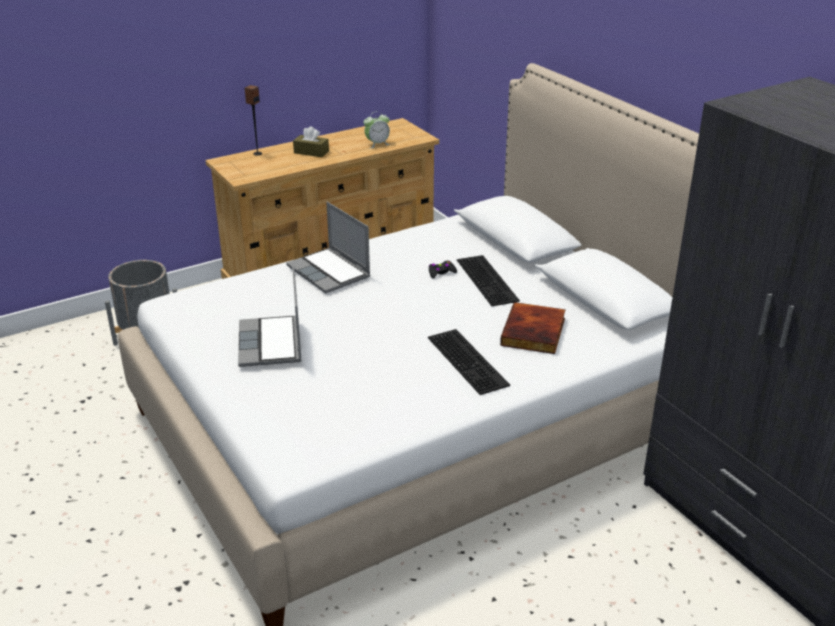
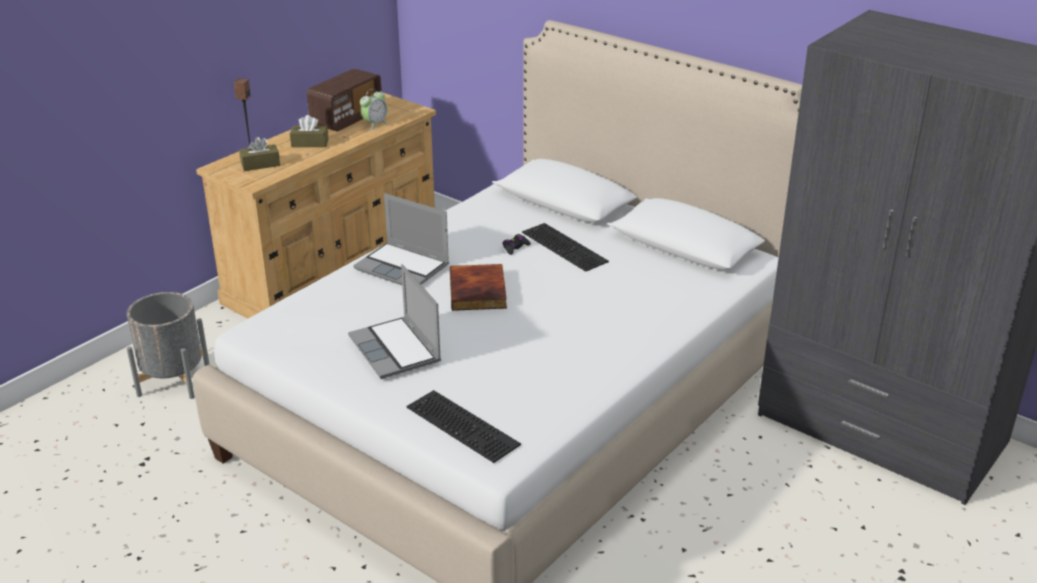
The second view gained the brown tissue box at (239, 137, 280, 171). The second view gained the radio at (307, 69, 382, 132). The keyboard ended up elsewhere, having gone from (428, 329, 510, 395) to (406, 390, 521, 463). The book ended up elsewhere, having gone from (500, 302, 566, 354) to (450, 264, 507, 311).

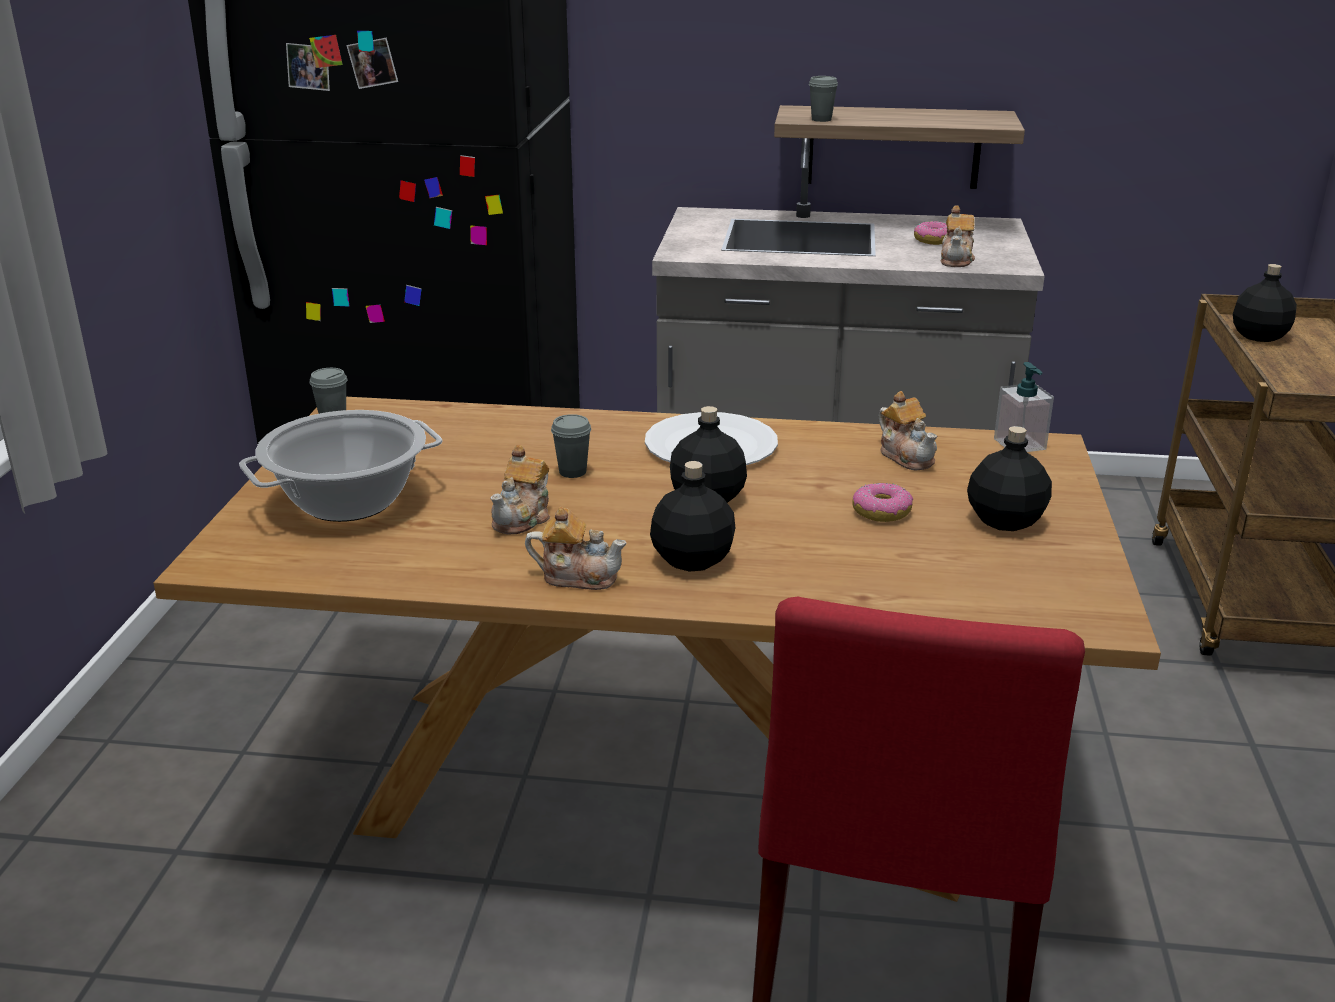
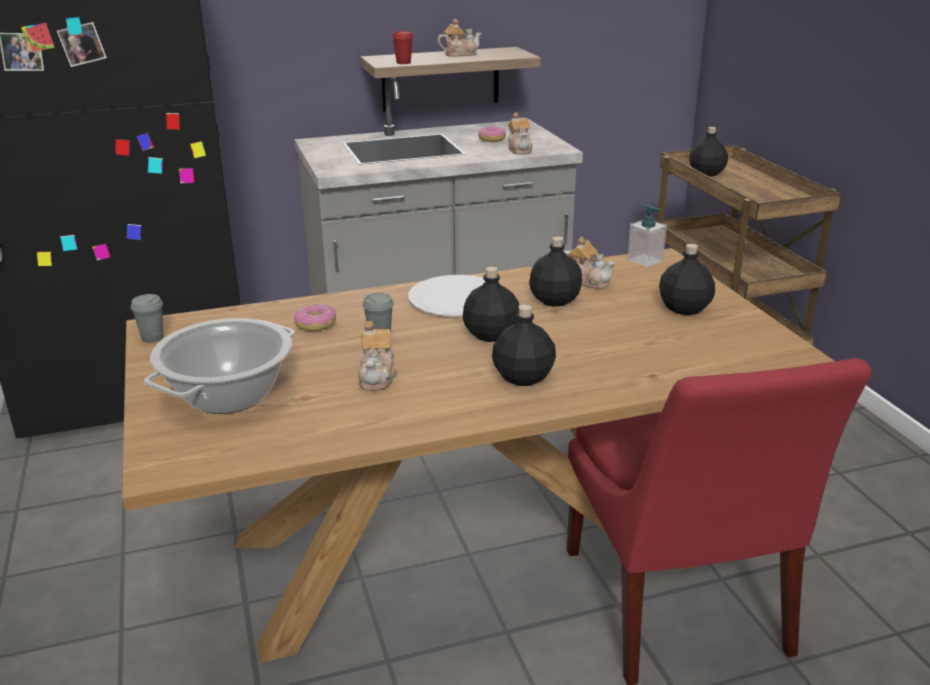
The donut ended up elsewhere, having gone from (853, 483, 913, 522) to (294, 304, 336, 331). What was the grey cup at (809, 76, 838, 122) turned into the red cup at (392, 31, 413, 64). The teapot ended up elsewhere, having gone from (525, 507, 627, 590) to (437, 19, 482, 57). The second view gained the black bottle at (529, 236, 582, 307).

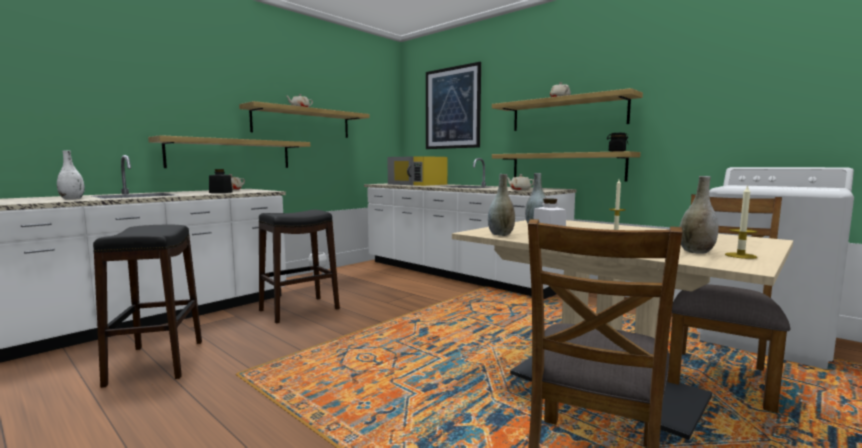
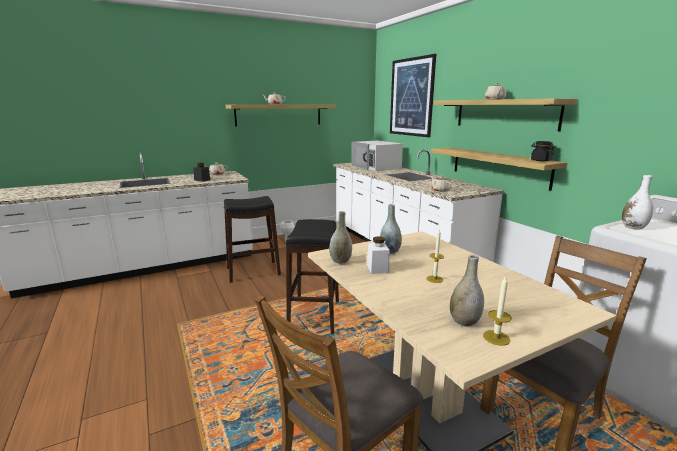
The black stool ended up elsewhere, having gone from (93, 225, 202, 388) to (286, 219, 339, 334). What was the yellow microwave at (387, 156, 448, 186) turned into the white microwave at (351, 140, 403, 171). The white vase ended up elsewhere, having gone from (57, 150, 85, 200) to (622, 175, 653, 230). The second view lost the shelf at (148, 135, 310, 168).

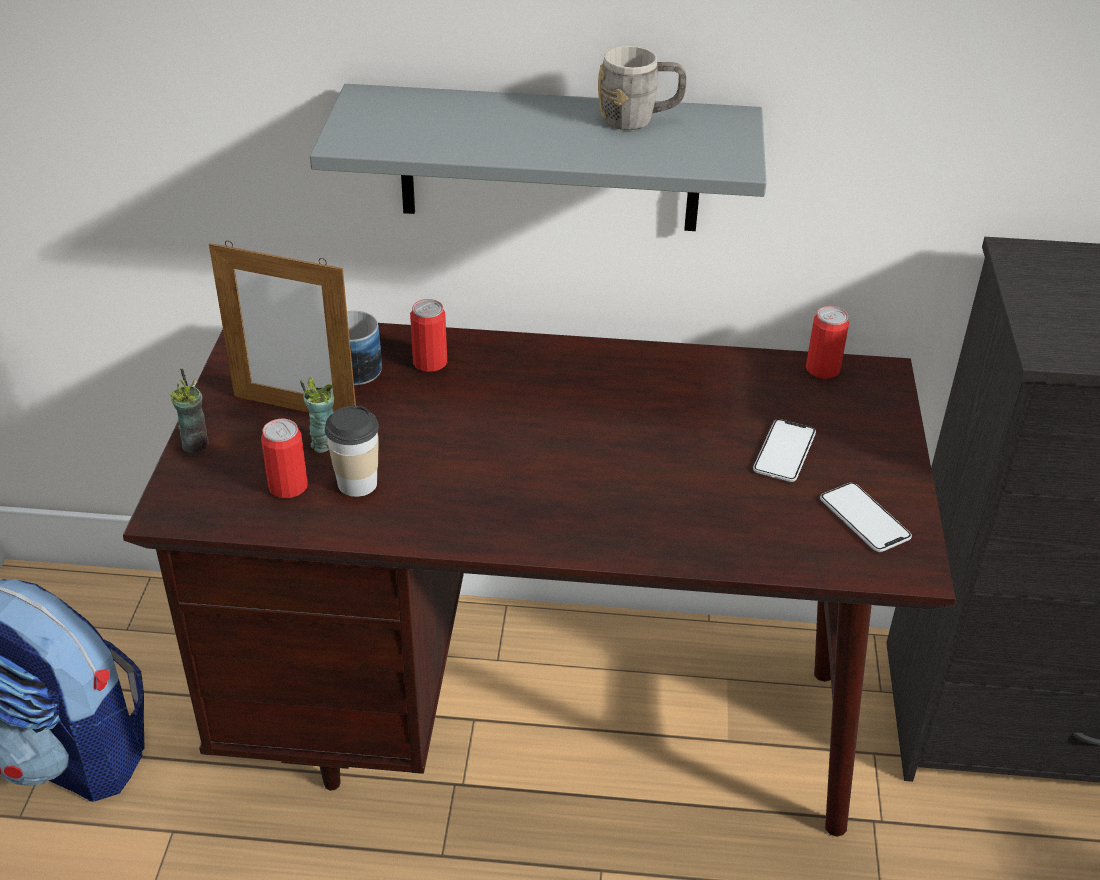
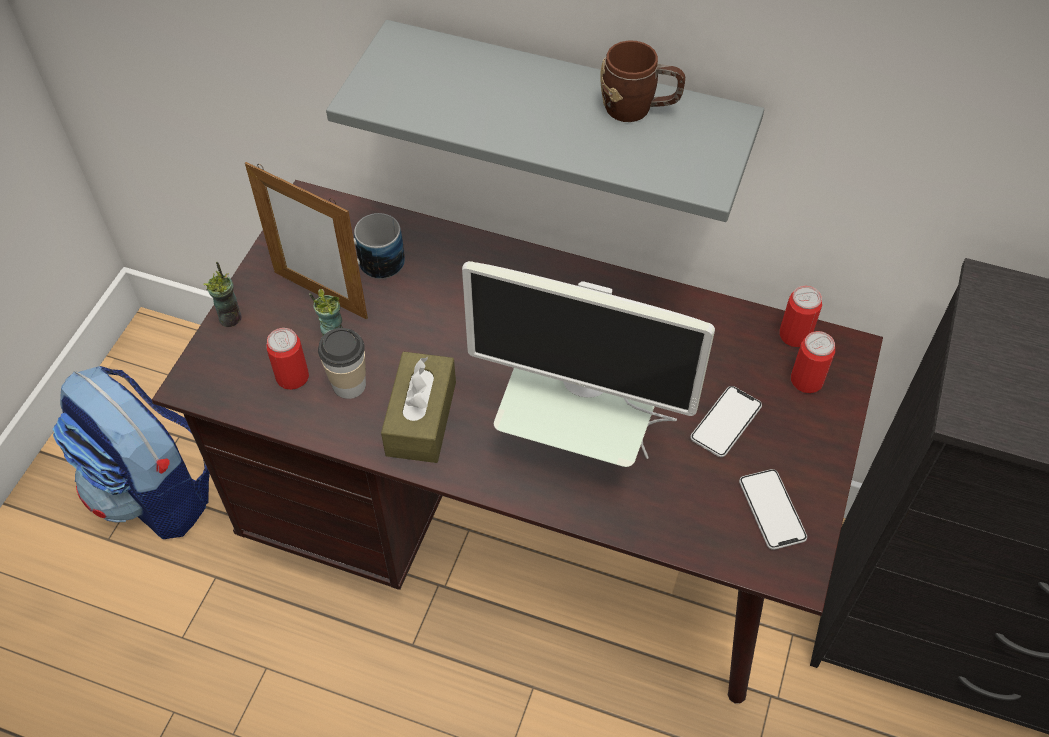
The second view gained the brown tissue box at (381, 352, 456, 463). The second view gained the monitor at (462, 261, 715, 467). What was the grey mug at (598, 46, 687, 130) turned into the brown mug at (600, 40, 685, 122). The can ended up elsewhere, having gone from (410, 299, 447, 372) to (791, 331, 835, 393).

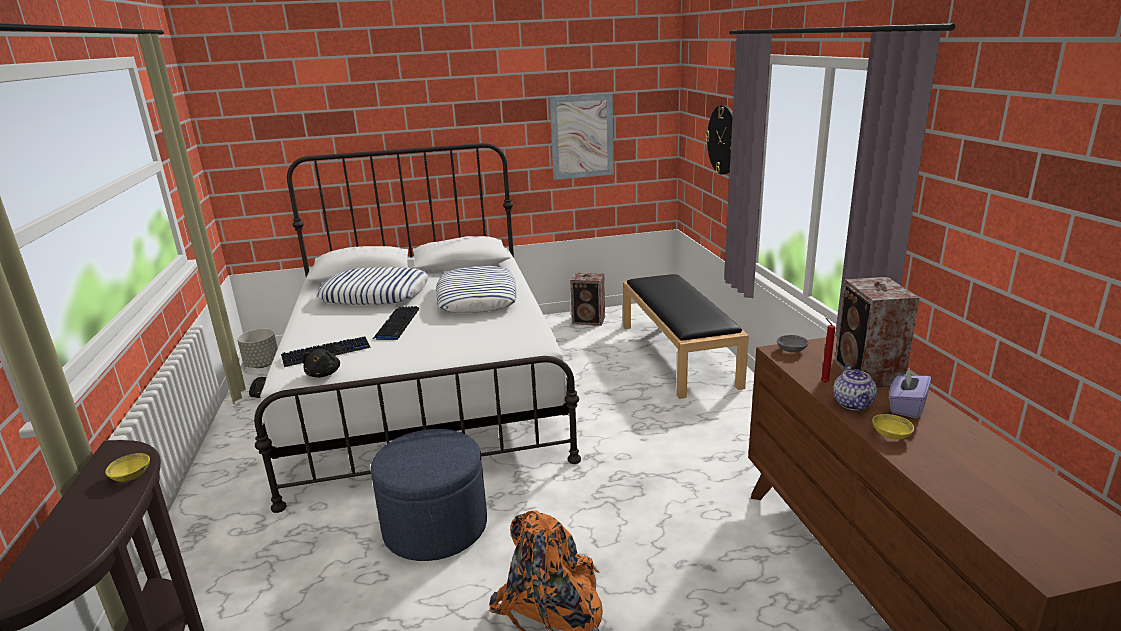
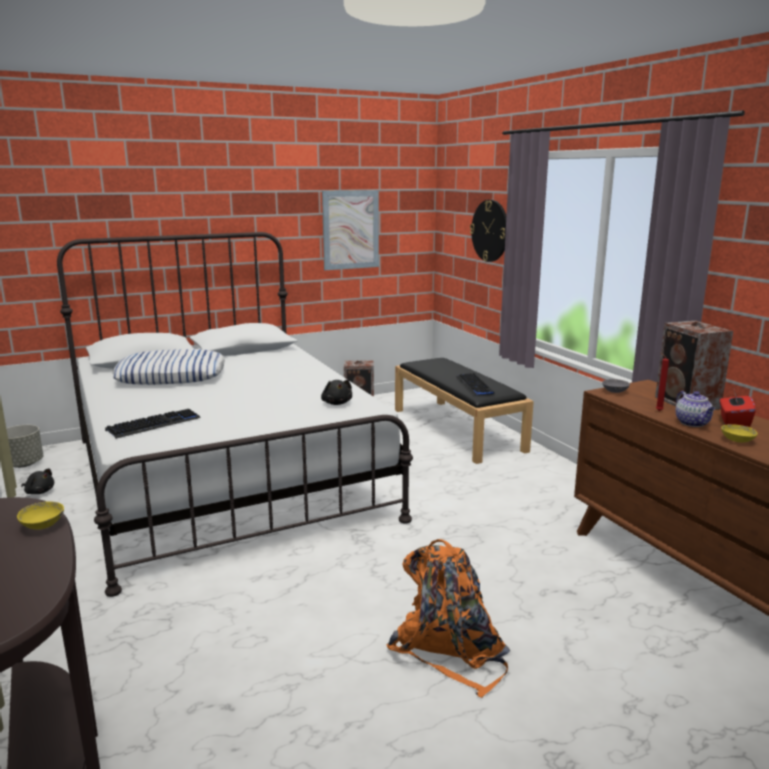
The black plush toy ended up elsewhere, having gone from (302, 349, 340, 378) to (321, 380, 352, 405). The keyboard ended up elsewhere, having gone from (373, 306, 419, 340) to (456, 373, 494, 395). What was the purple tissue box at (889, 367, 931, 418) turned into the red tissue box at (720, 391, 756, 427). The second view lost the blue ottoman at (371, 429, 487, 561). The second view lost the pillow at (436, 266, 516, 313).

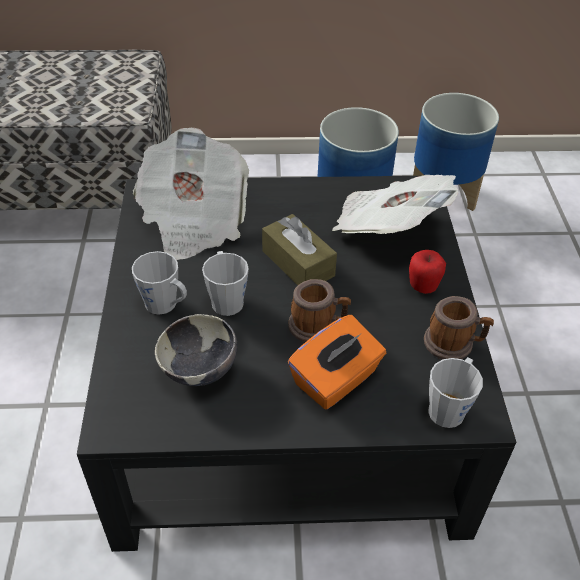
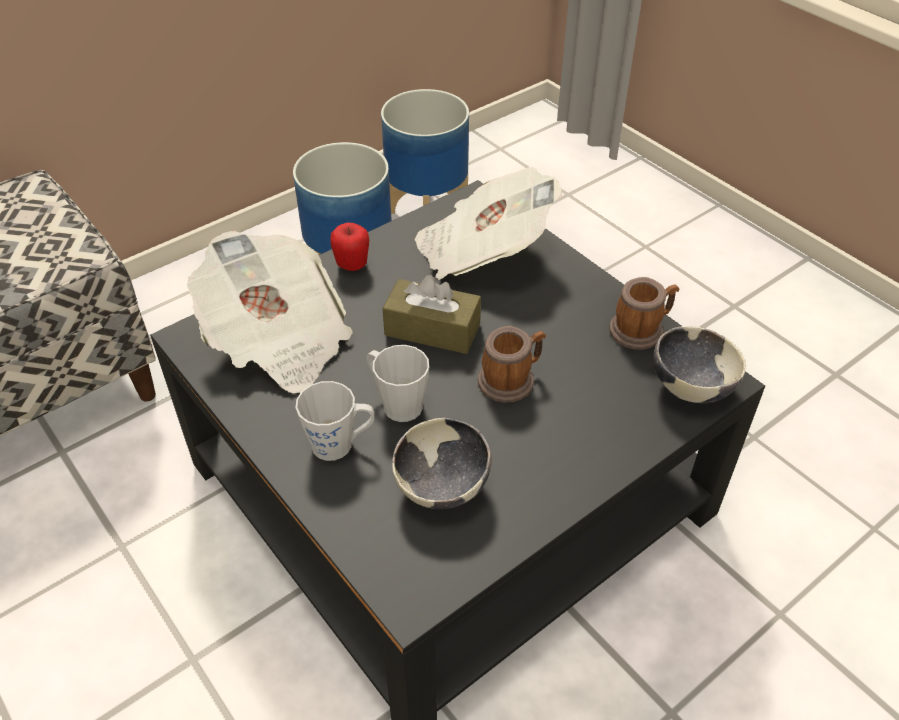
The apple ended up elsewhere, having gone from (409, 250, 446, 294) to (330, 223, 369, 271). Where the grey mug stood at (428, 357, 483, 428), the bowl came to stand at (653, 326, 746, 403). The second view lost the orange tissue box at (288, 315, 386, 409).

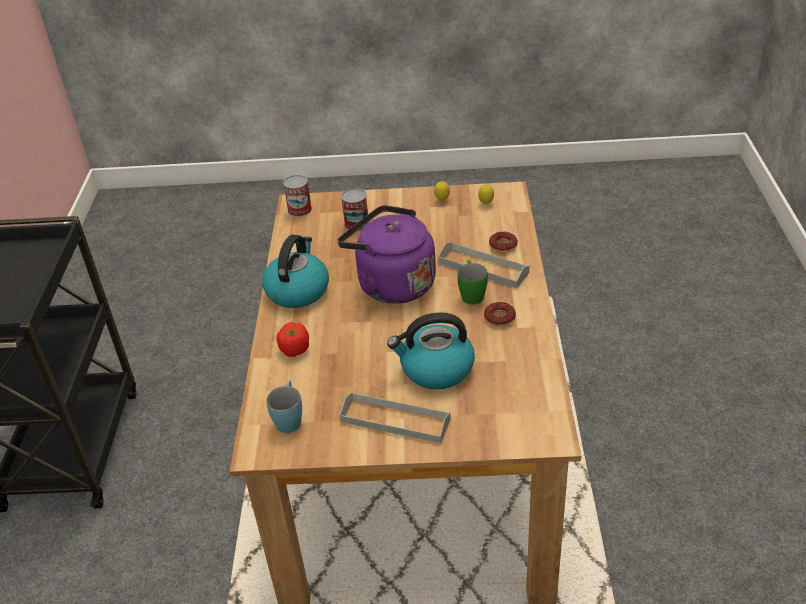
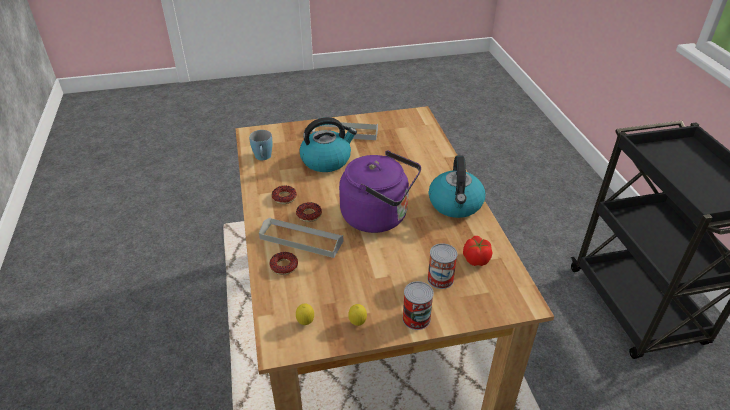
The blue mug ended up elsewhere, having gone from (266, 381, 302, 433) to (249, 130, 273, 160). Where the green mug stood at (458, 260, 488, 305), the donut came to stand at (296, 202, 322, 222). The can ended up elsewhere, having gone from (283, 175, 312, 217) to (402, 281, 434, 330). The tomato ended up elsewhere, having gone from (277, 322, 309, 357) to (463, 236, 492, 266).

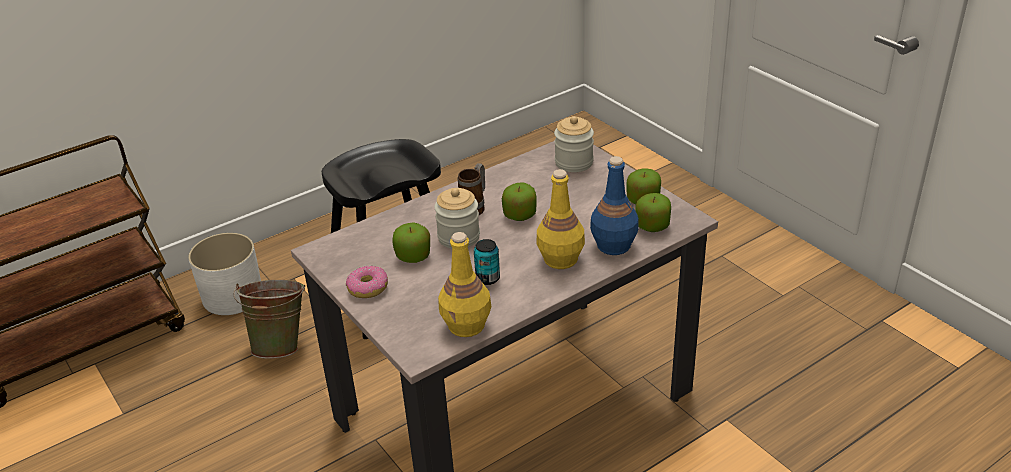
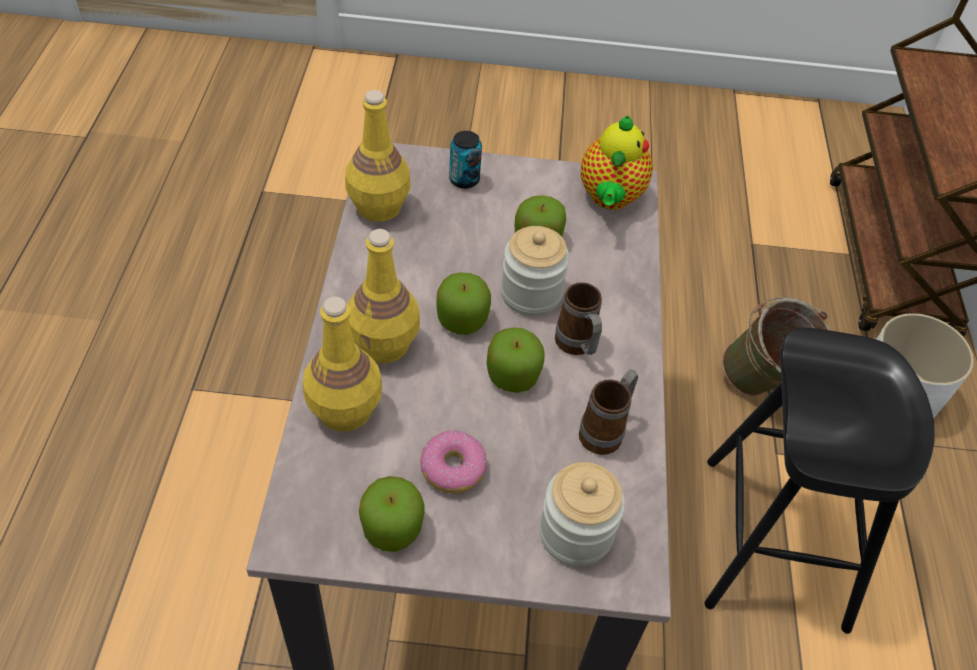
What was the blue bottle at (590, 156, 639, 255) turned into the yellow bottle at (303, 297, 382, 432). The donut ended up elsewhere, having gone from (346, 266, 388, 298) to (420, 431, 487, 494). The apple ended up elsewhere, having gone from (635, 193, 671, 232) to (437, 272, 491, 335). The can ended up elsewhere, having gone from (474, 239, 500, 285) to (449, 131, 482, 189). The second view gained the mug at (579, 369, 638, 455). The second view gained the teapot at (581, 115, 652, 210).

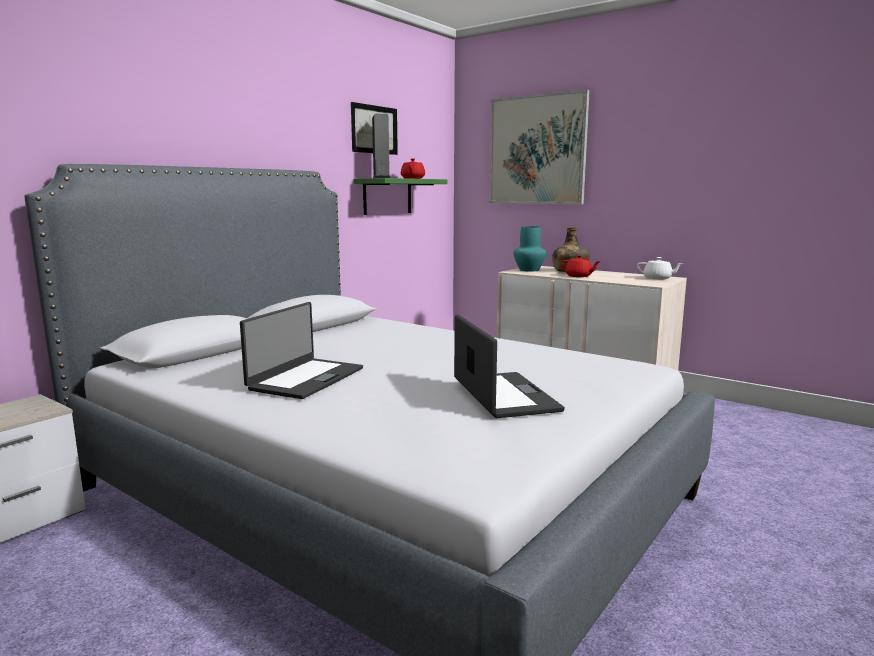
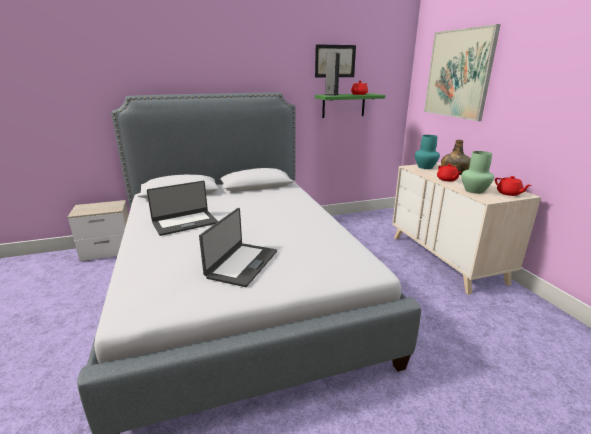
The second view gained the green vase at (461, 151, 494, 194). What was the white teapot at (637, 257, 683, 280) turned into the red teapot at (495, 176, 532, 196).

